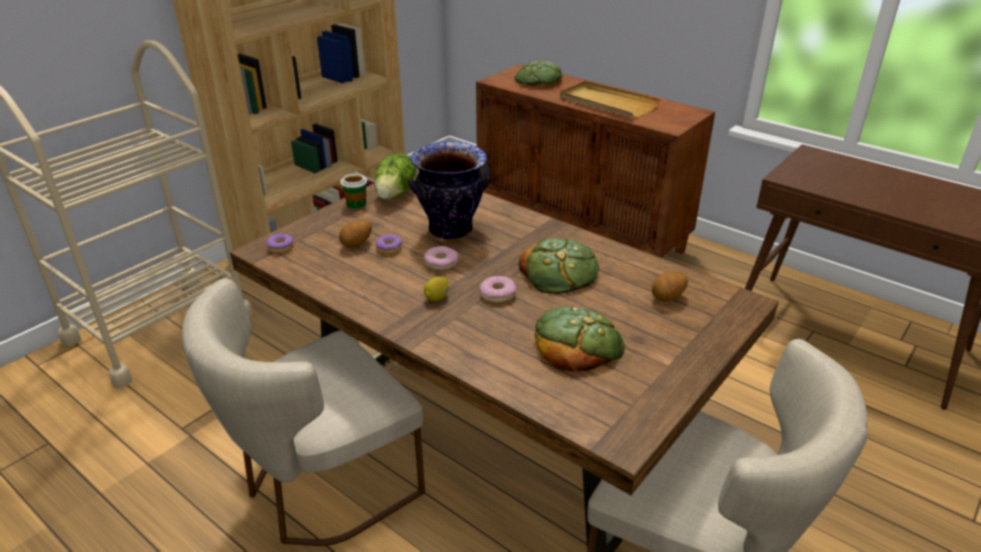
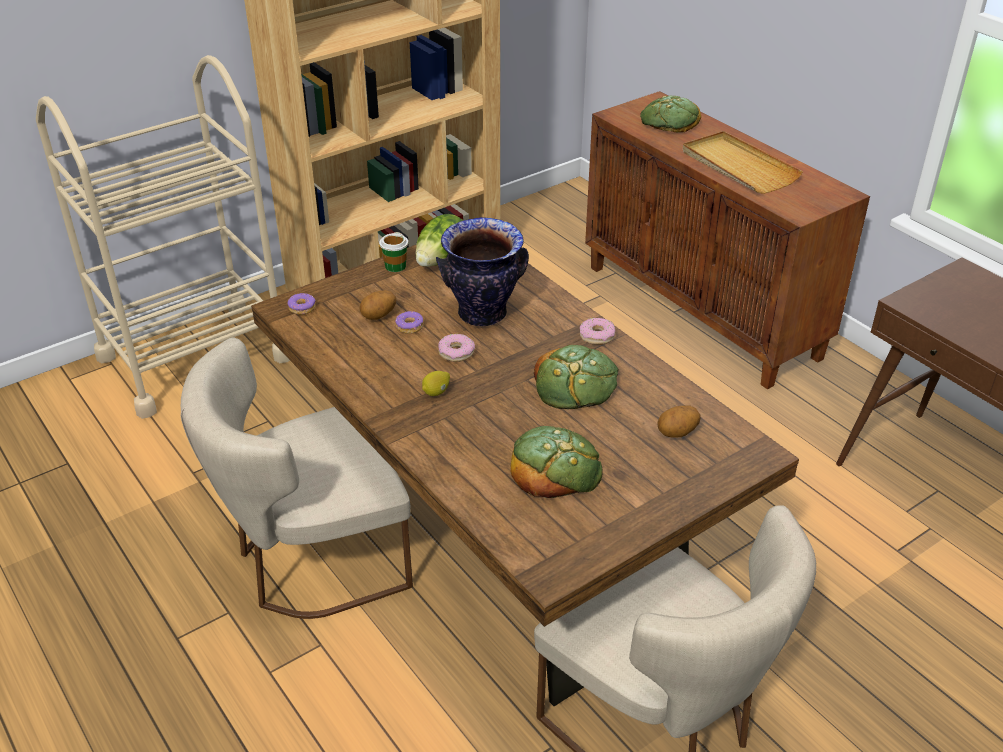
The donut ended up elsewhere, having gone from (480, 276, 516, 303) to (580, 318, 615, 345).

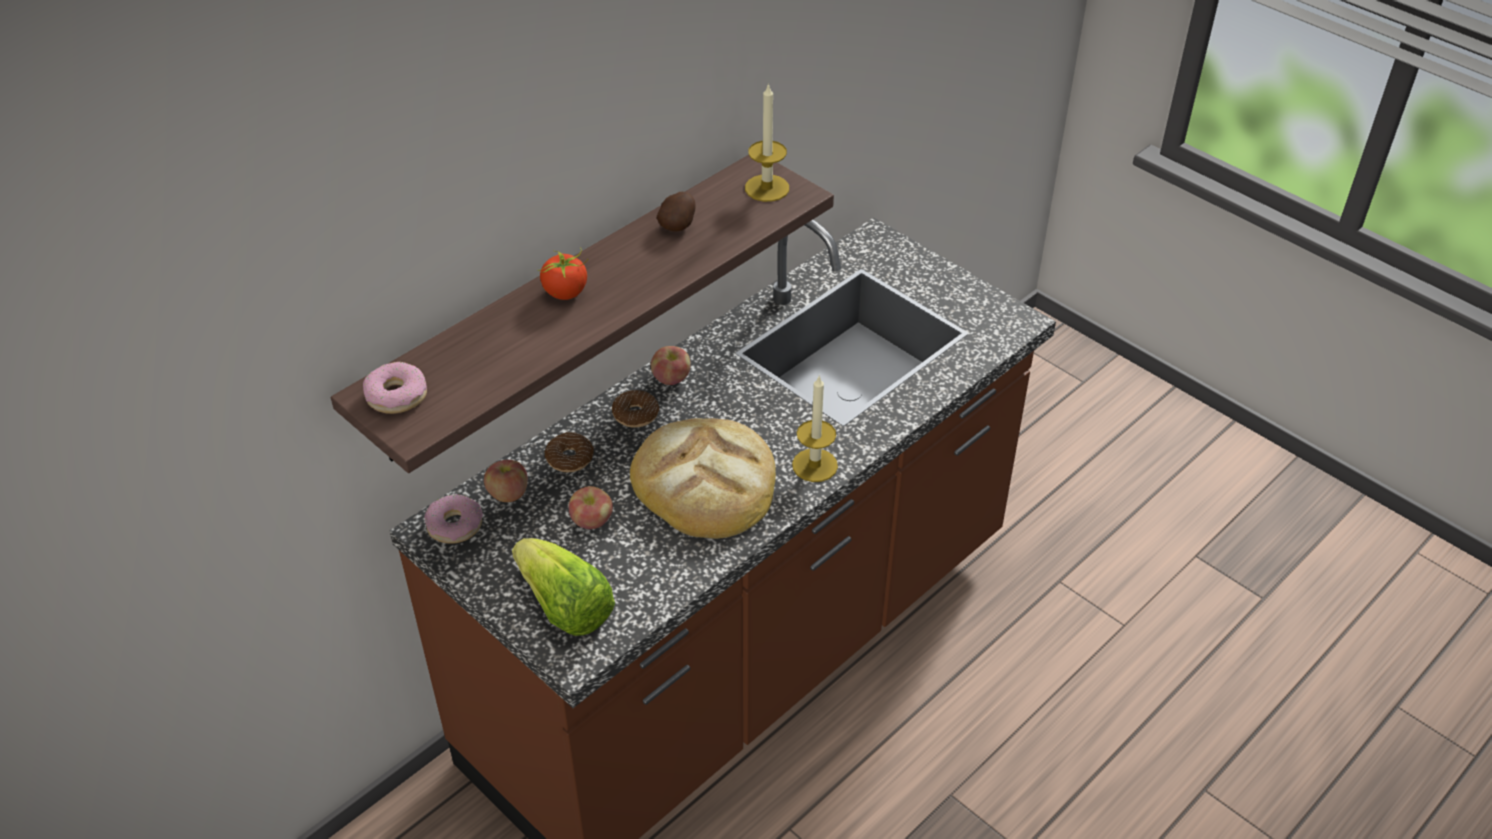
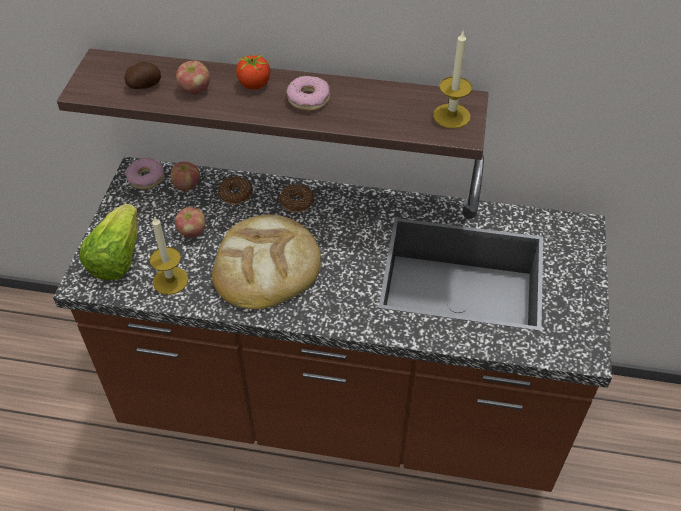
The potato ended up elsewhere, having gone from (657, 192, 696, 232) to (124, 61, 161, 89). The candle ended up elsewhere, having gone from (792, 376, 838, 482) to (150, 215, 189, 295). The apple ended up elsewhere, having gone from (651, 346, 691, 385) to (176, 61, 210, 94). The donut ended up elsewhere, having gone from (363, 362, 427, 414) to (287, 76, 330, 111).

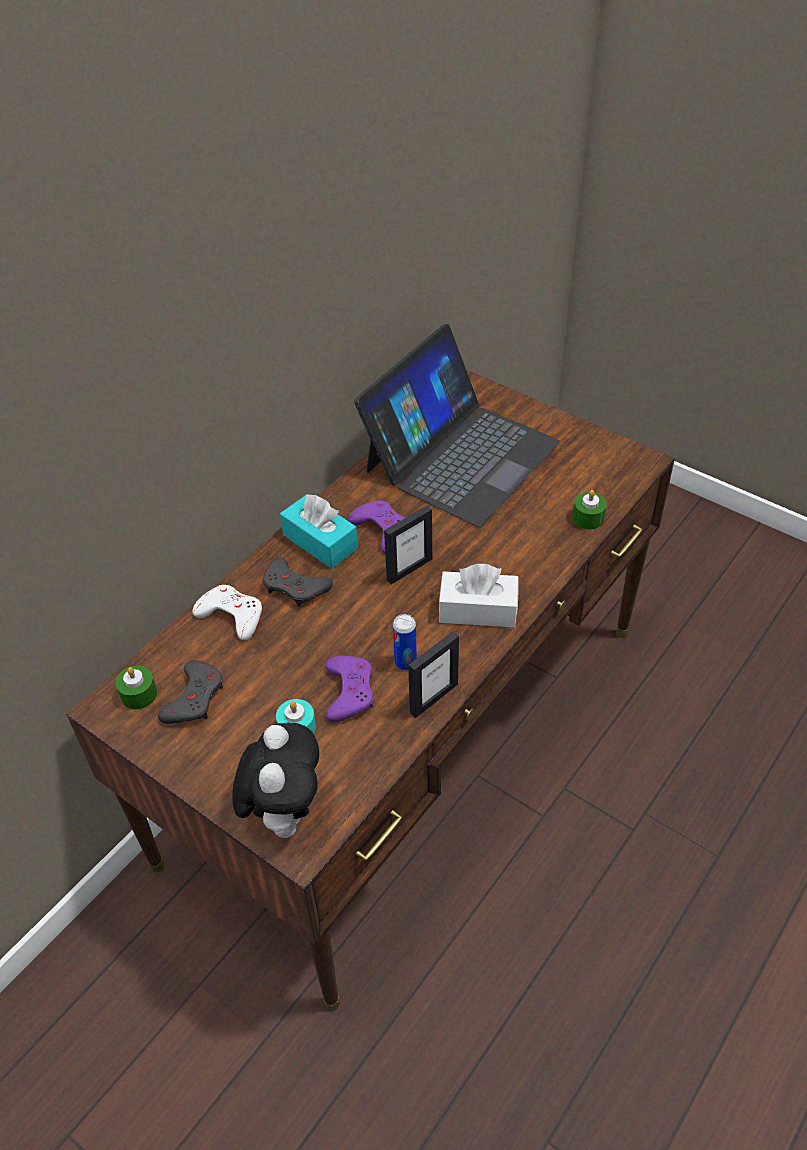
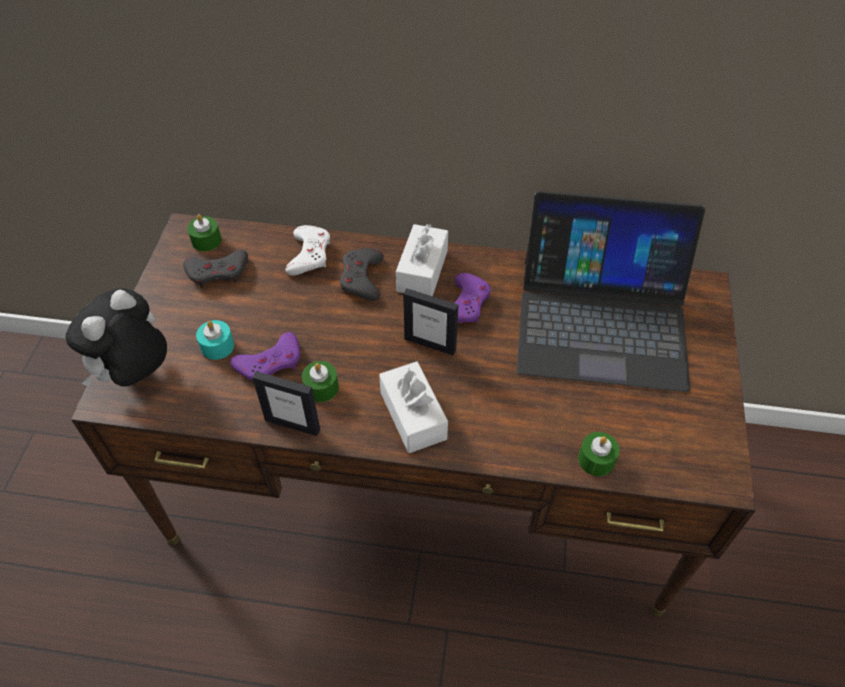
The plush toy at (232, 723, 319, 838) ended up facing another way, 150 degrees clockwise from before. Where the can stood at (393, 614, 417, 670), the green candle came to stand at (302, 361, 339, 402). What was the turquoise tissue box at (280, 494, 358, 569) turned into the white tissue box at (396, 224, 448, 296).

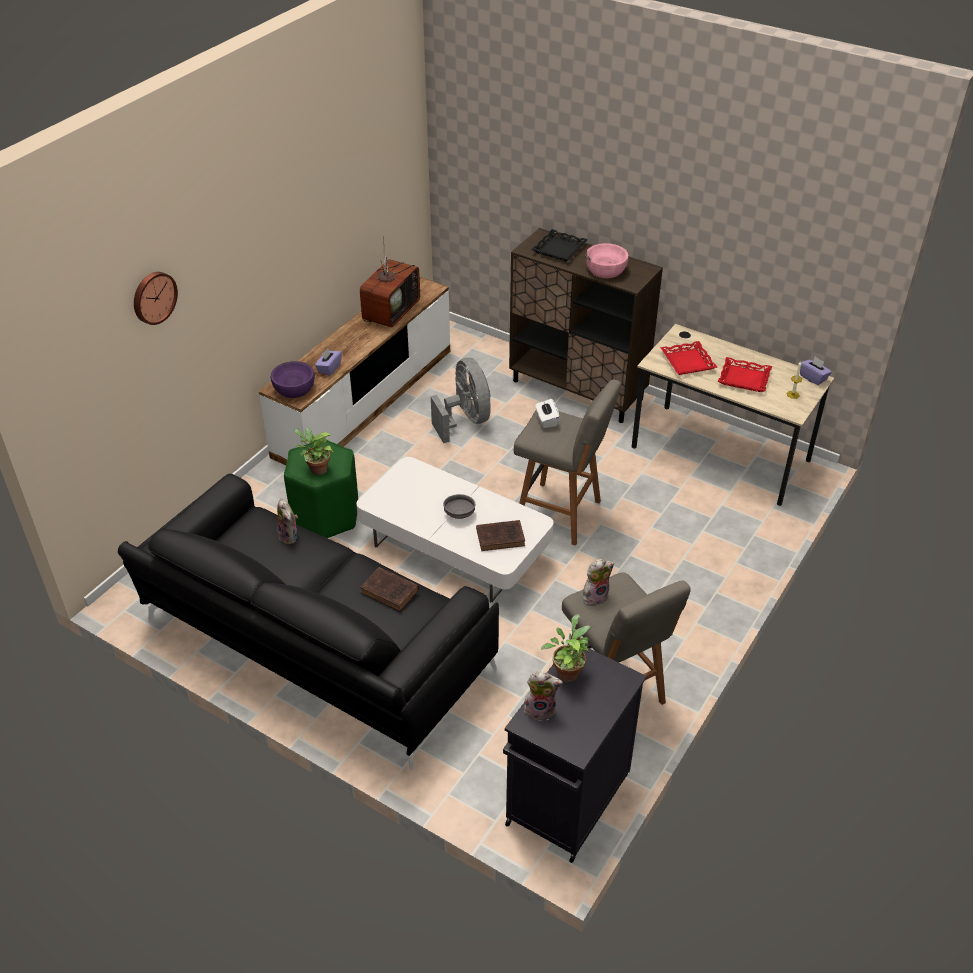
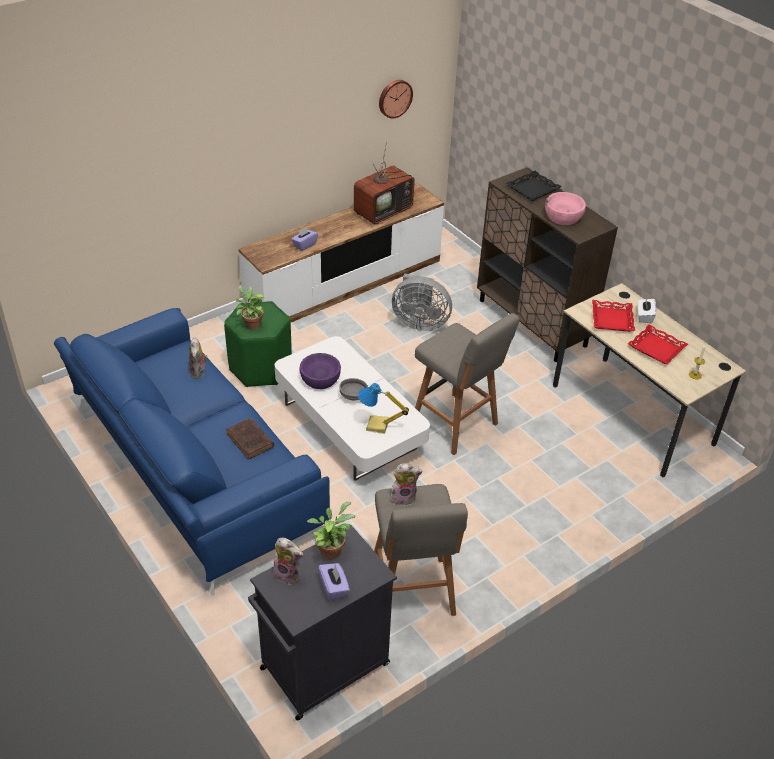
What was the black sofa at (118, 474, 499, 770) turned into the blue sofa at (54, 308, 330, 596). The purple bowl ended up elsewhere, having gone from (271, 361, 315, 398) to (299, 353, 341, 389). The purple tissue box ended up elsewhere, having gone from (800, 357, 832, 385) to (318, 563, 350, 601). Where the brown book stood at (476, 520, 525, 551), the table lamp came to stand at (358, 383, 409, 434). The wall clock ended up elsewhere, having gone from (134, 272, 178, 325) to (379, 80, 413, 119). The grey fan at (431, 358, 491, 443) ended up facing another way, 105 degrees clockwise from before. The white tissue box ended up elsewhere, having gone from (535, 399, 560, 428) to (638, 299, 656, 324).

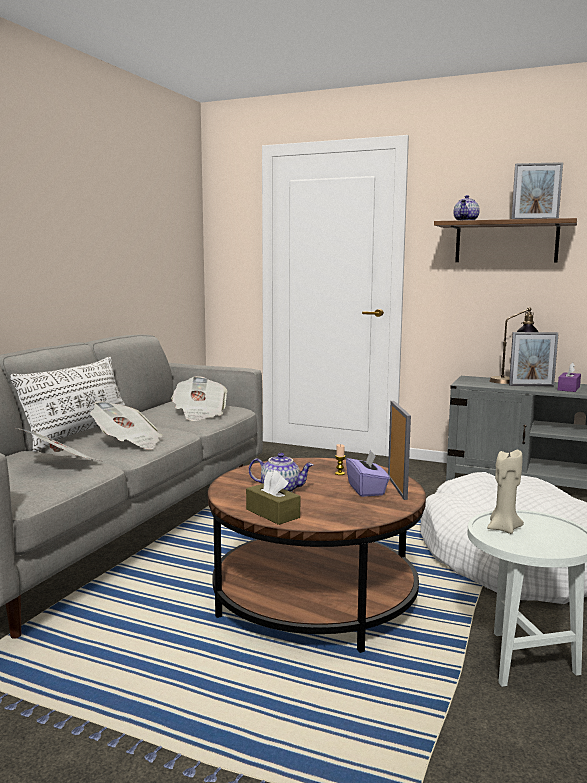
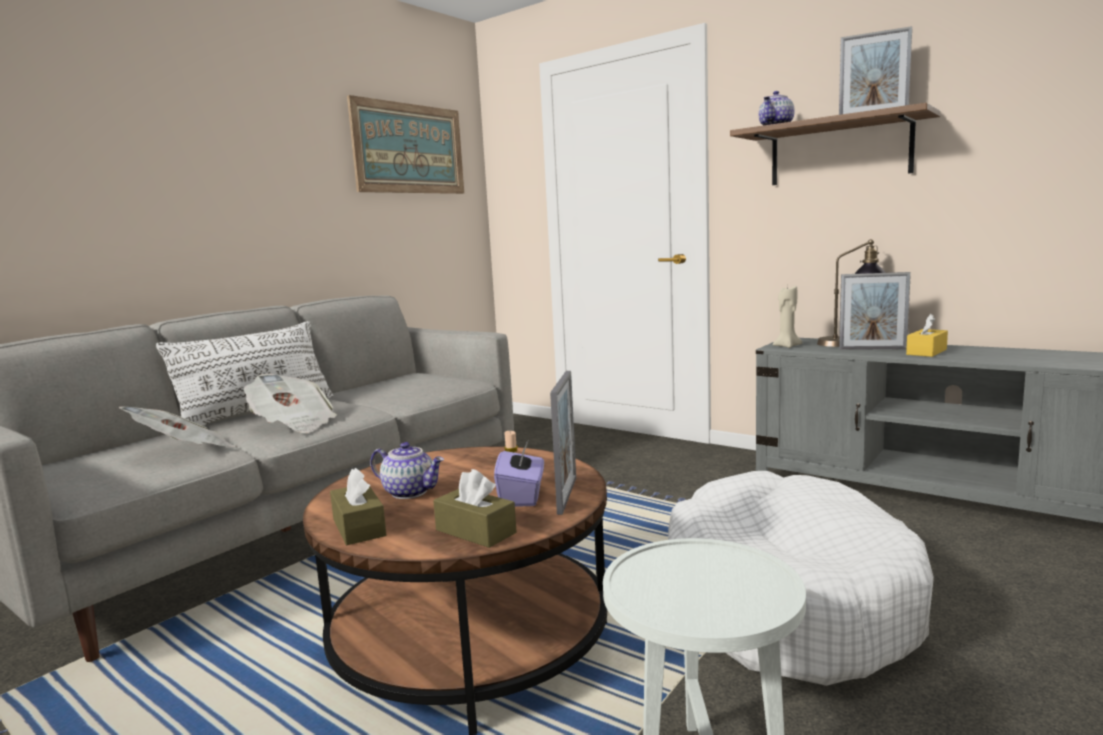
The second view gained the picture at (347, 95, 464, 194). The second view gained the brown tissue box at (433, 469, 517, 548). The beige candle ended up elsewhere, having gone from (487, 450, 524, 534) to (773, 285, 803, 348). What was the purple tissue box at (558, 362, 581, 392) turned into the yellow tissue box at (906, 314, 948, 357). The second view lost the newspaper at (171, 376, 228, 421).

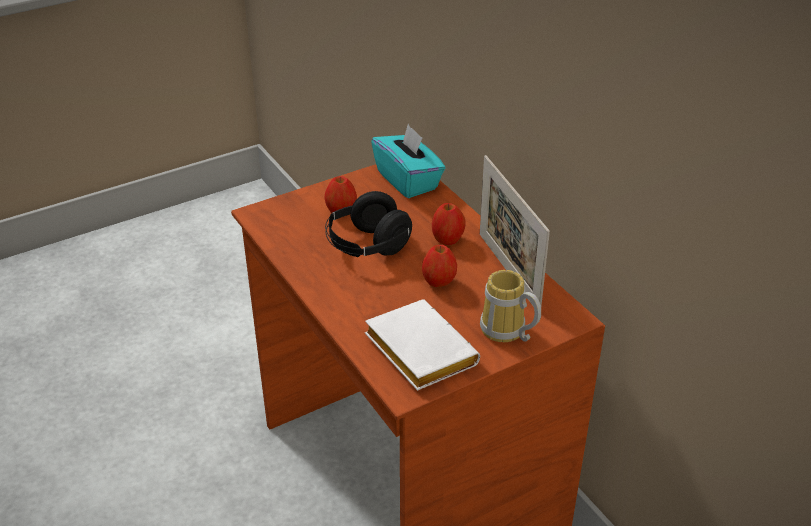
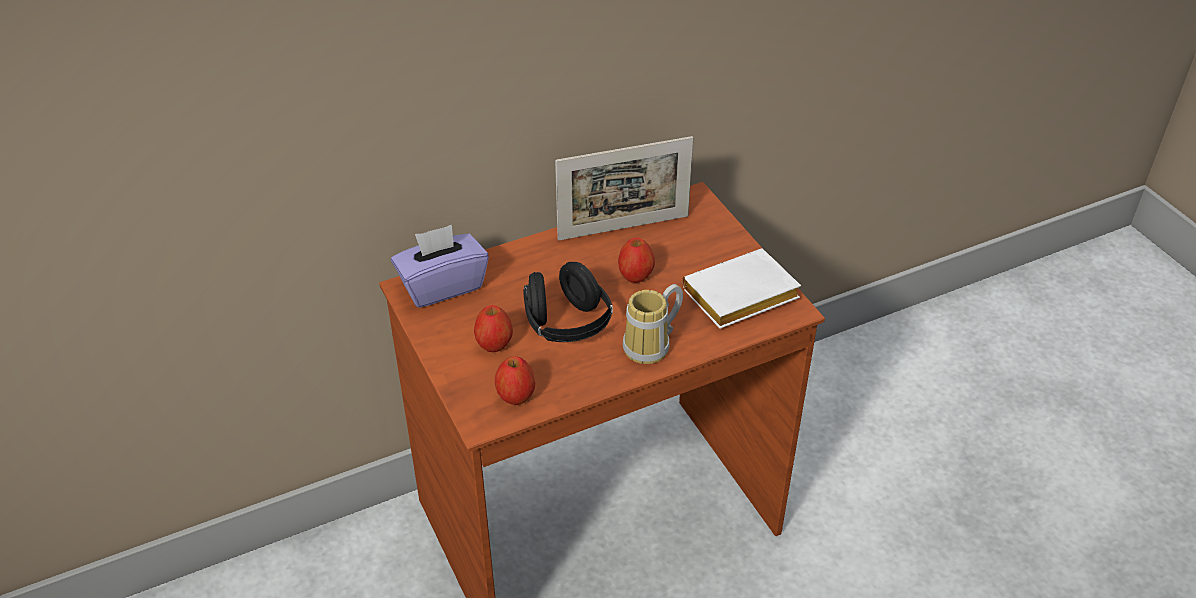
What was the turquoise tissue box at (371, 124, 445, 198) turned into the purple tissue box at (391, 225, 489, 308). The apple ended up elsewhere, having gone from (432, 203, 466, 245) to (495, 356, 535, 405). The mug ended up elsewhere, having gone from (480, 270, 541, 342) to (623, 284, 683, 364).

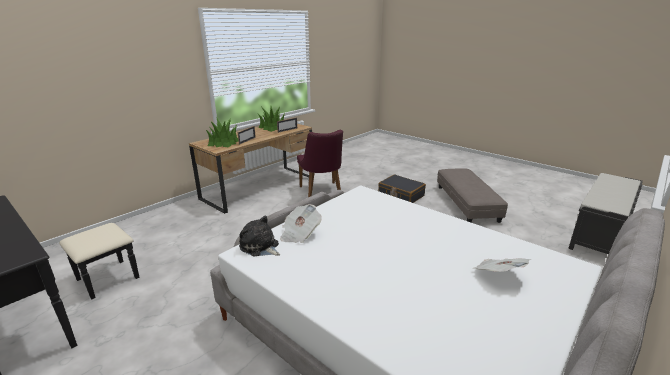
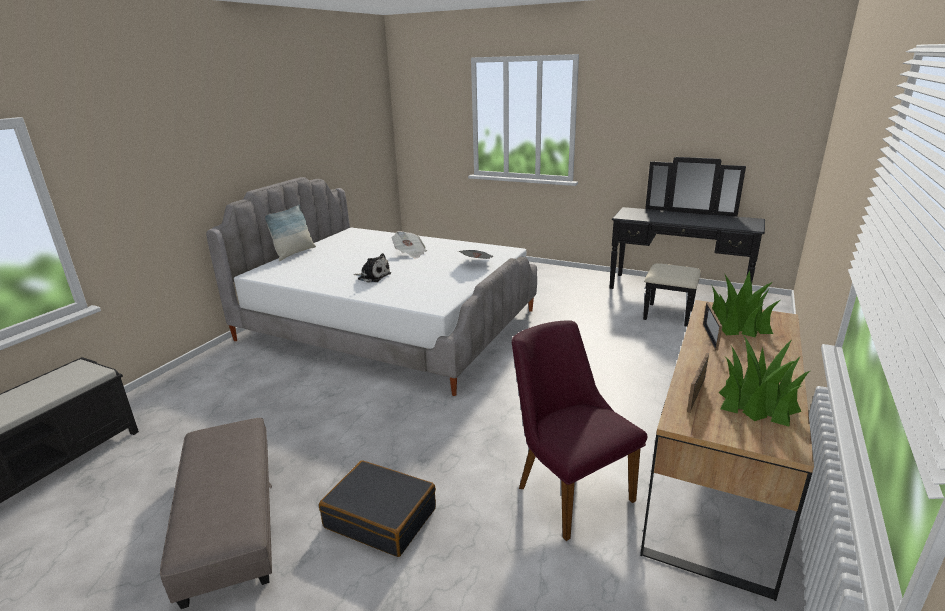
The second view gained the pillow at (265, 204, 316, 261). The plush toy ended up elsewhere, having gone from (239, 216, 280, 257) to (354, 253, 391, 283). The newspaper ended up elsewhere, having gone from (473, 258, 531, 272) to (391, 231, 427, 259).

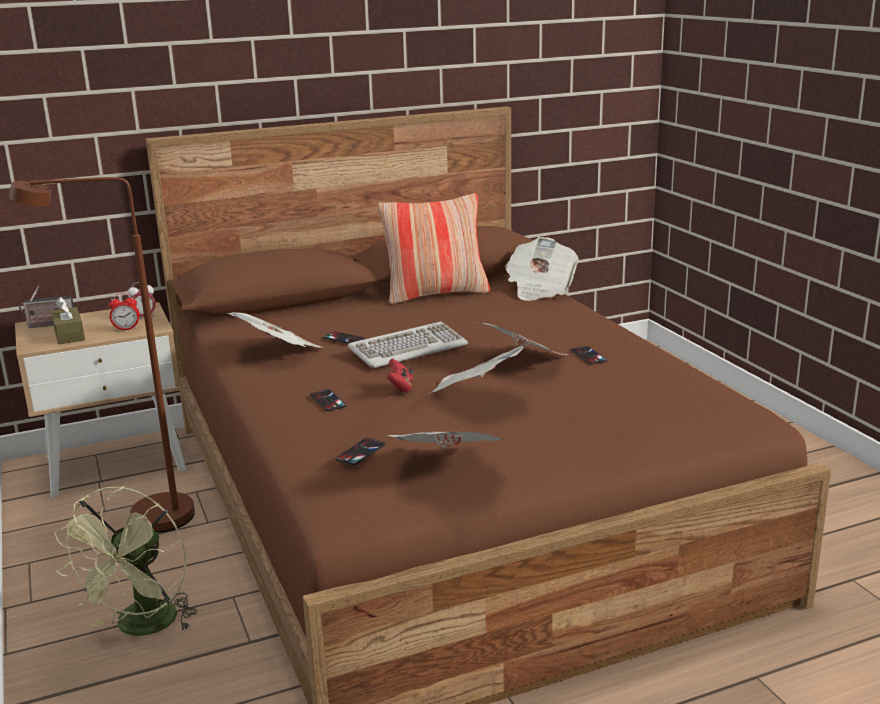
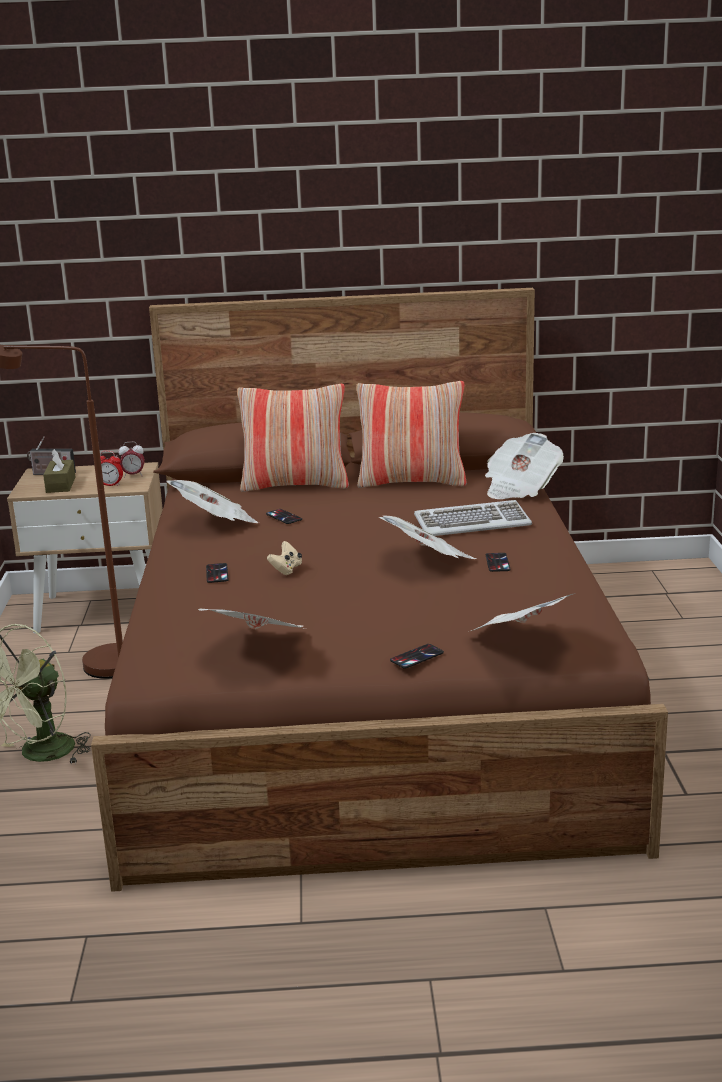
The second view gained the pillow at (237, 384, 349, 492). What was the red game controller at (387, 359, 413, 393) turned into the beige game controller at (267, 541, 302, 575). The phone ended up elsewhere, having gone from (335, 438, 385, 465) to (390, 644, 444, 668). The keyboard ended up elsewhere, having gone from (347, 322, 468, 368) to (414, 500, 532, 536). The newspaper ended up elsewhere, having gone from (429, 345, 523, 394) to (468, 593, 576, 632).

